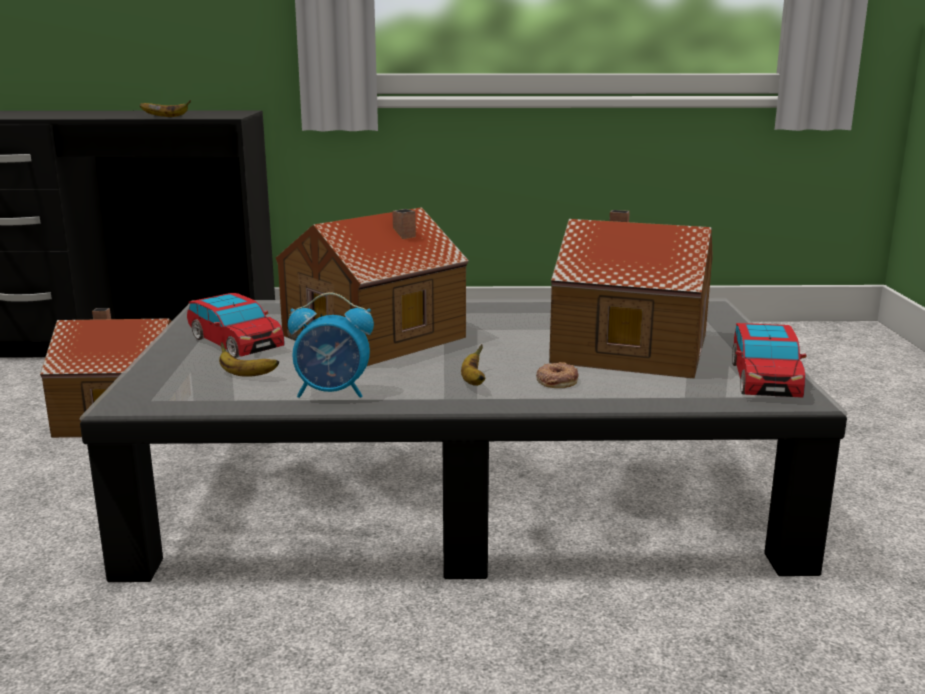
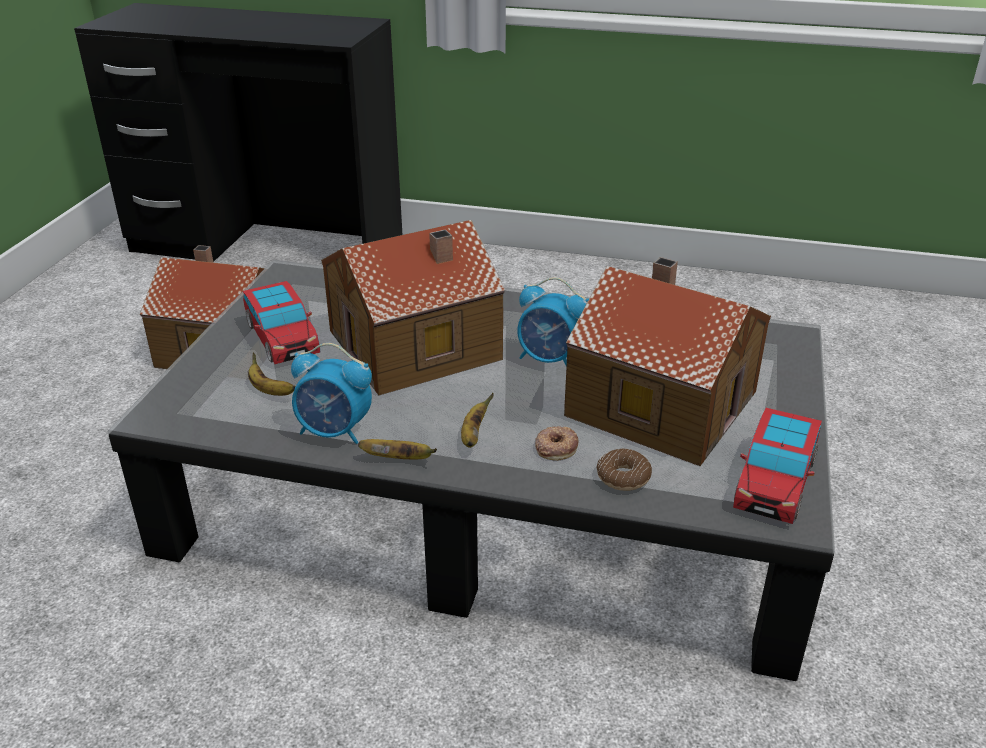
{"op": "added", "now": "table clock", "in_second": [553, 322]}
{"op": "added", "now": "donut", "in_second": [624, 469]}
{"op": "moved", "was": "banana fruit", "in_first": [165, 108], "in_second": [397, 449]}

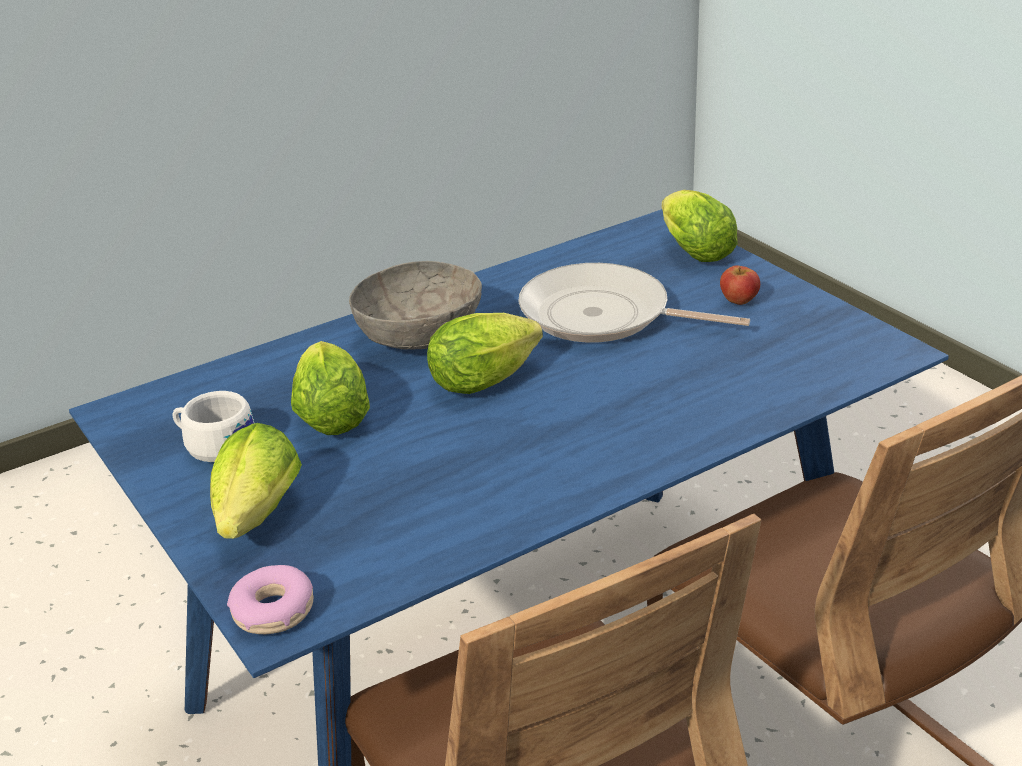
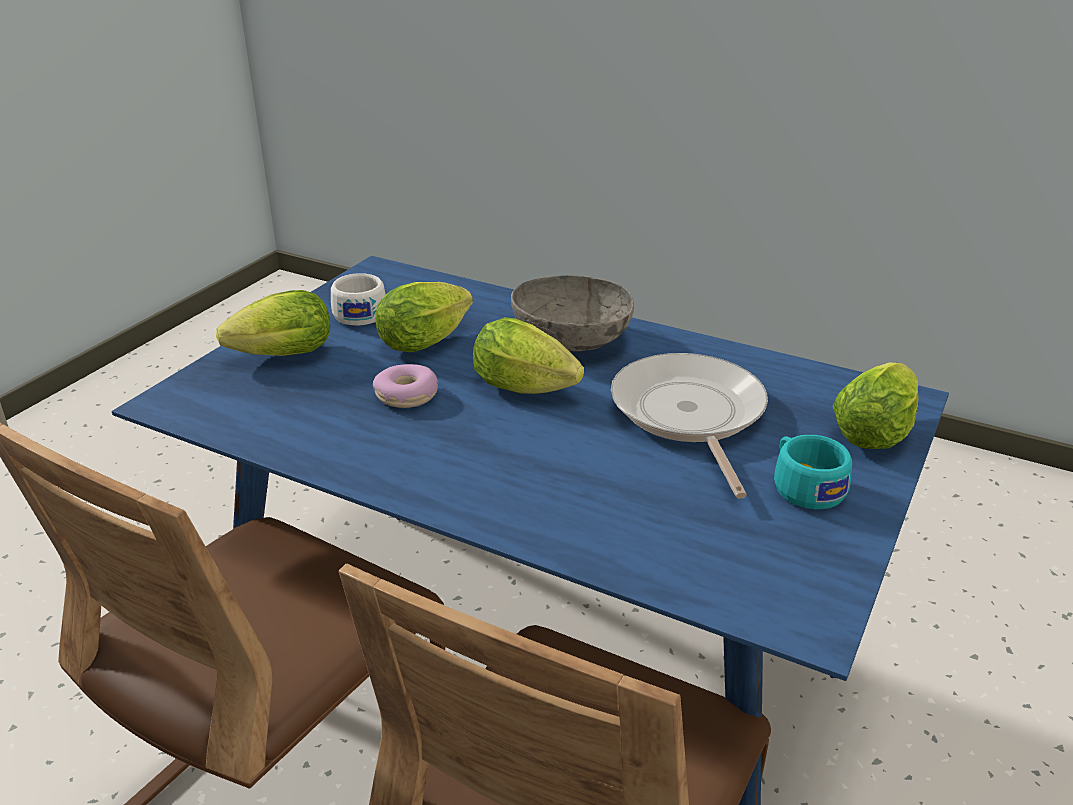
{"op": "moved", "was": "donut", "in_first": [270, 599], "in_second": [405, 386]}
{"op": "replaced", "was": "apple", "now": "blue-green small cup", "in_first": [740, 285], "in_second": [813, 472]}

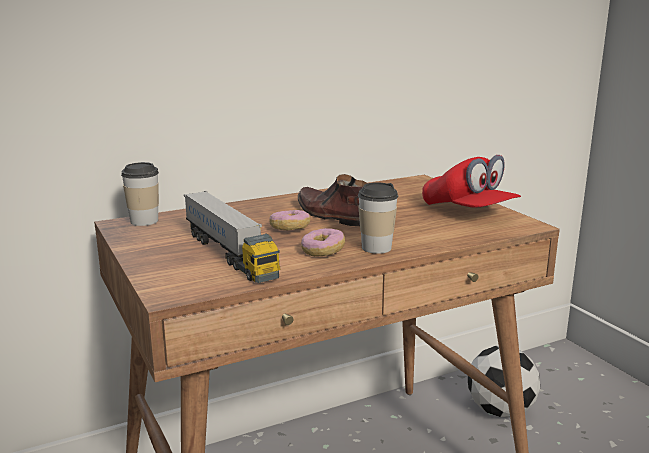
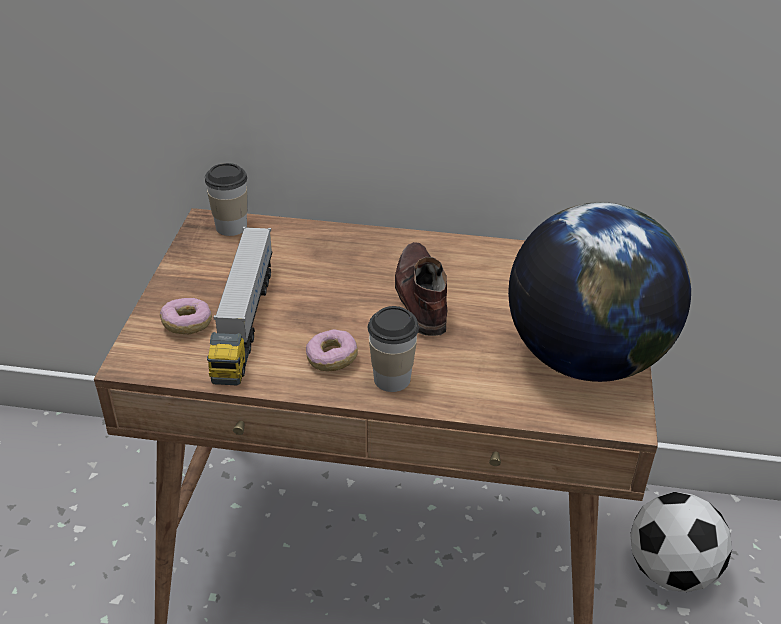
{"op": "moved", "was": "donut", "in_first": [289, 220], "in_second": [186, 316]}
{"op": "replaced", "was": "reddish peaked cap", "now": "desk globe", "in_first": [471, 181], "in_second": [599, 292]}

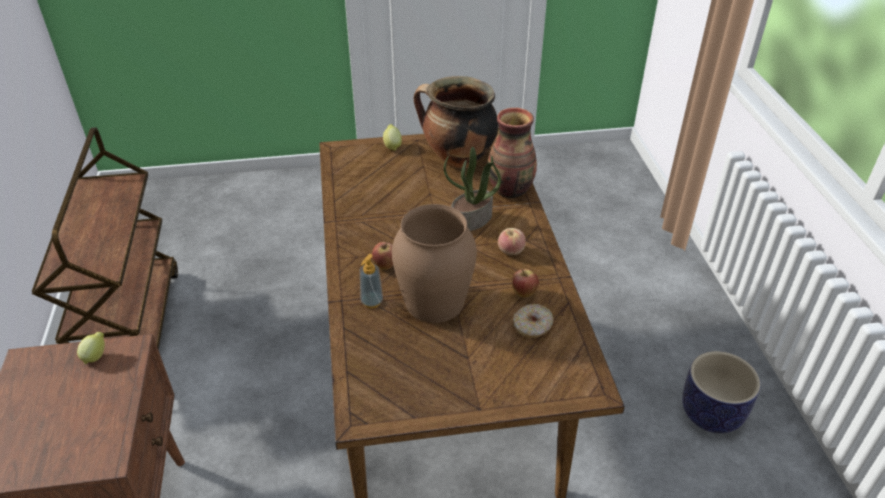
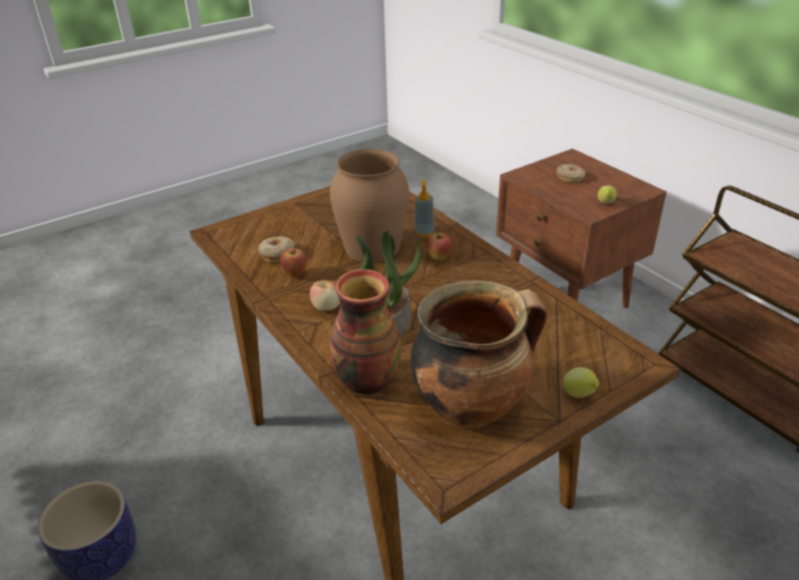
{"op": "added", "now": "donut", "in_second": [571, 173]}

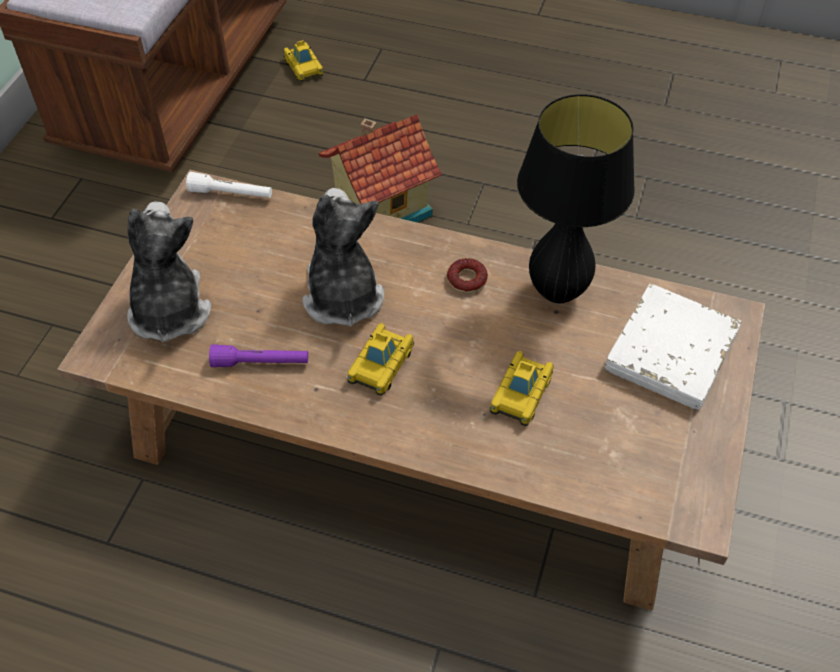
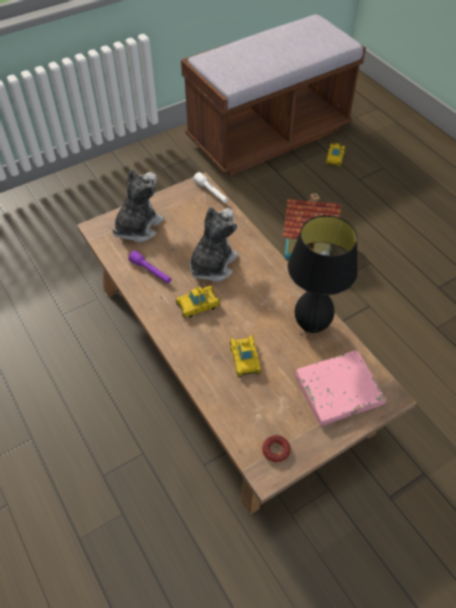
{"op": "moved", "was": "donut", "in_first": [467, 275], "in_second": [276, 449]}
{"op": "recoloured", "was": "white-coloured bound book", "now": "pink bound book", "in_first": [673, 347], "in_second": [340, 388]}
{"op": "turned", "was": "miniature car", "in_first": [521, 388], "in_second": [245, 356], "clockwise": -75}

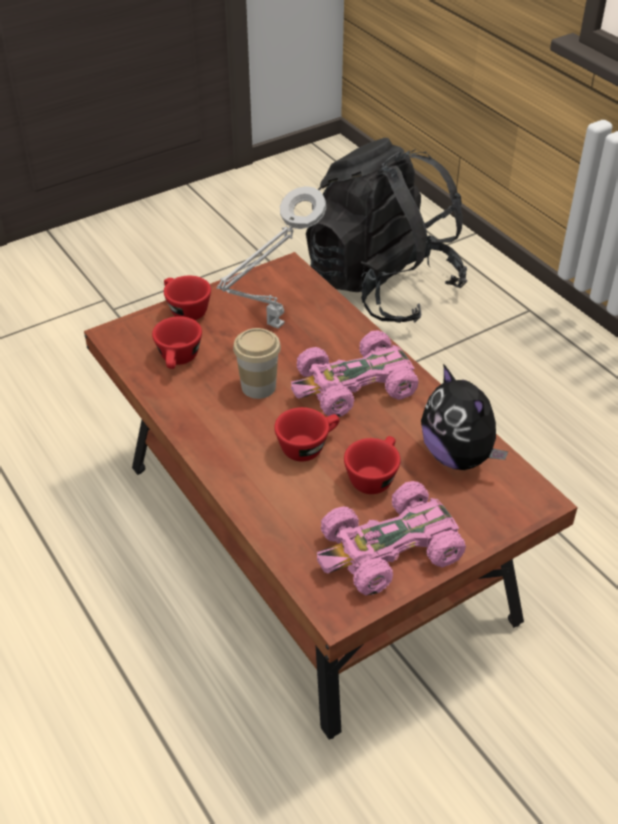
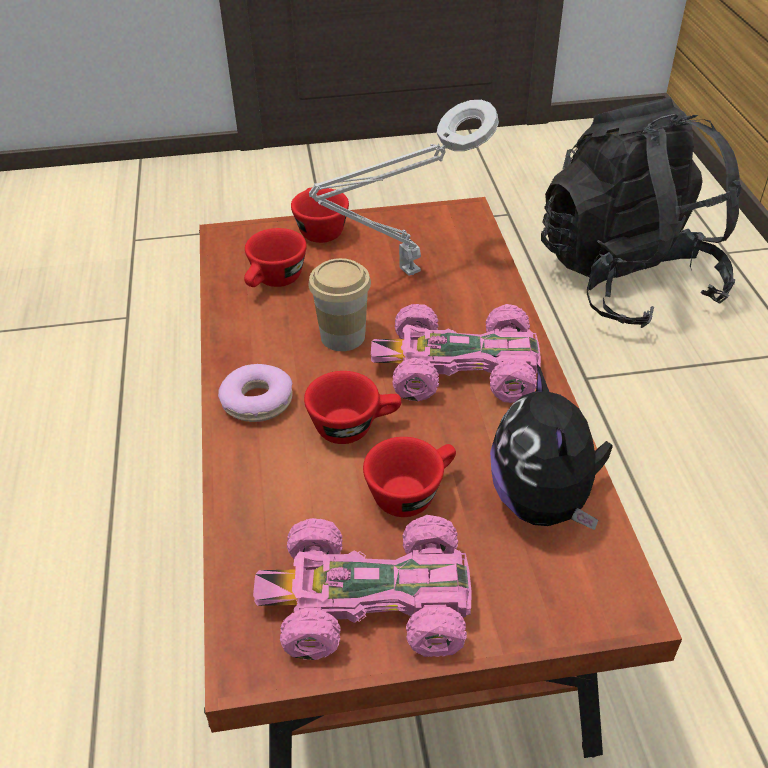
{"op": "added", "now": "donut", "in_second": [255, 393]}

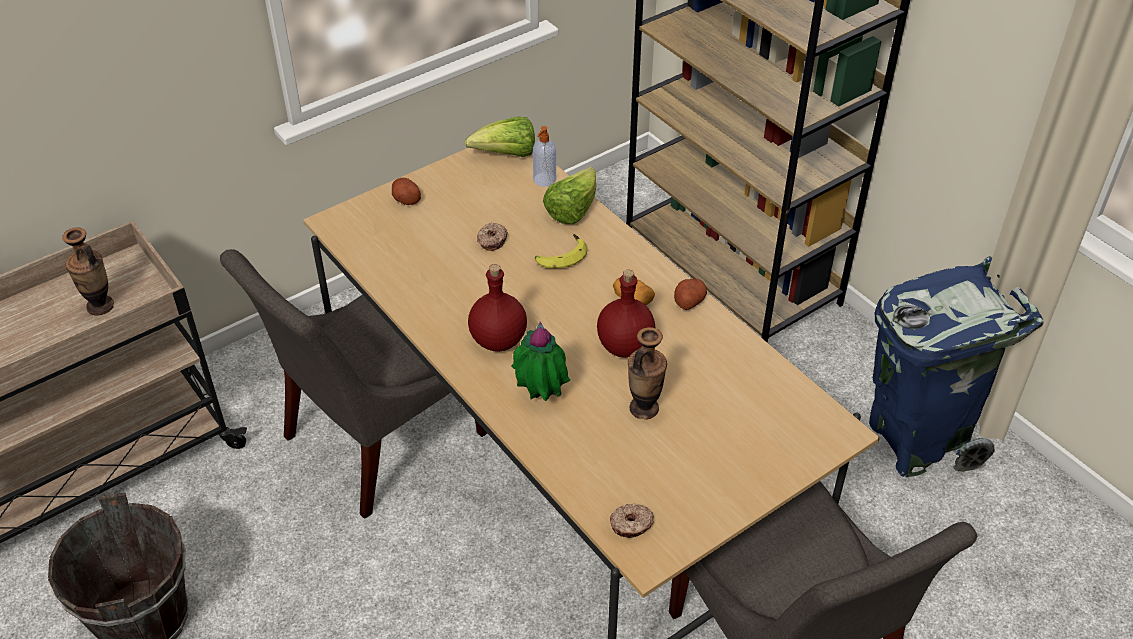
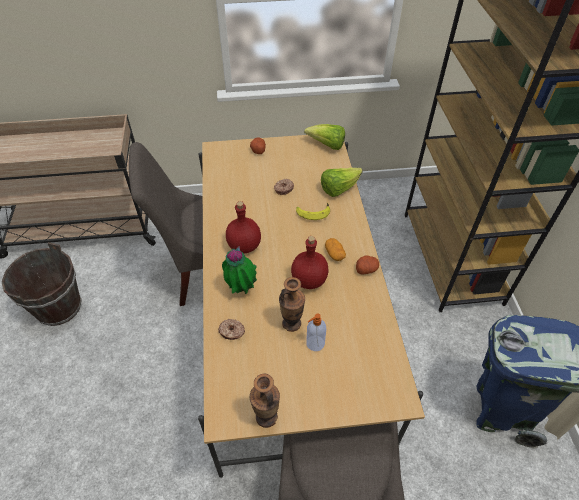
{"op": "moved", "was": "decorative vase", "in_first": [88, 271], "in_second": [265, 400]}
{"op": "moved", "was": "soap dispenser", "in_first": [544, 156], "in_second": [316, 332]}
{"op": "moved", "was": "donut", "in_first": [632, 520], "in_second": [231, 329]}

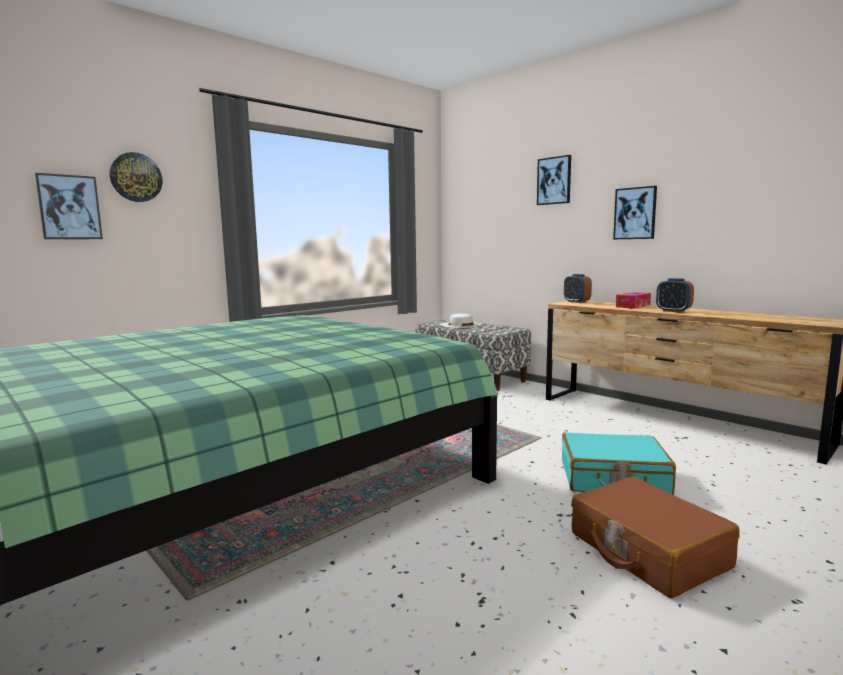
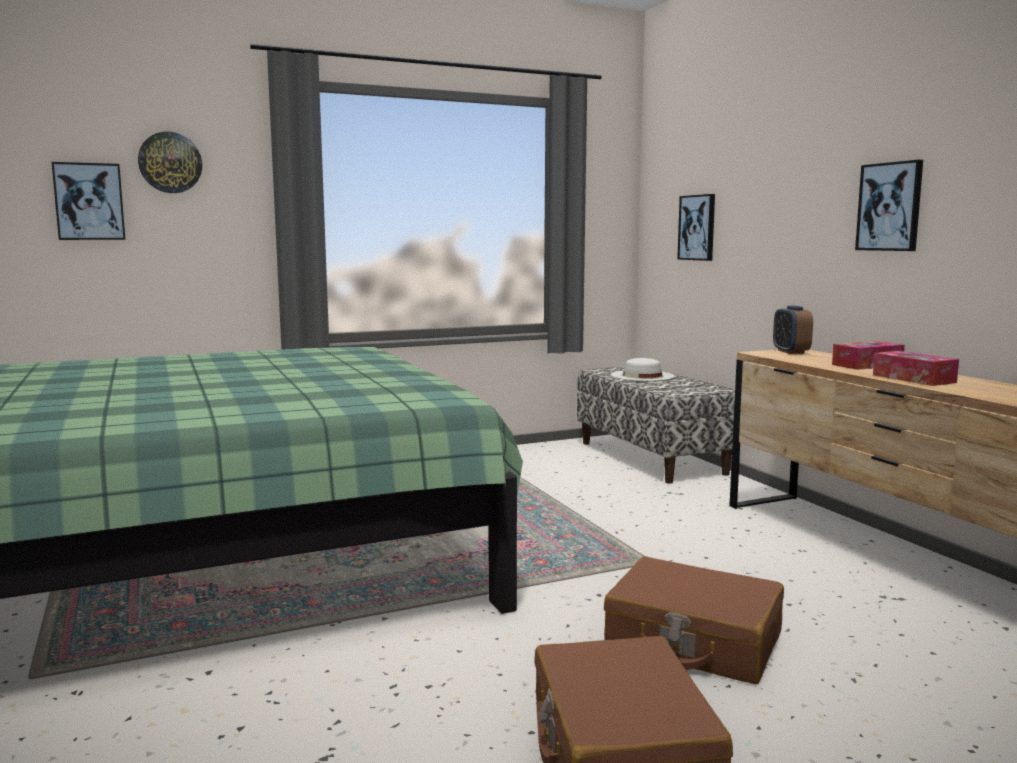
{"op": "moved", "was": "wall art", "in_first": [554, 180], "in_second": [696, 227]}
{"op": "replaced", "was": "table clock", "now": "box of tissues", "in_first": [675, 295], "in_second": [916, 368]}
{"op": "recoloured", "was": "blue-green suitcase", "now": "brown-coloured suitcase", "in_first": [619, 463], "in_second": [694, 620]}

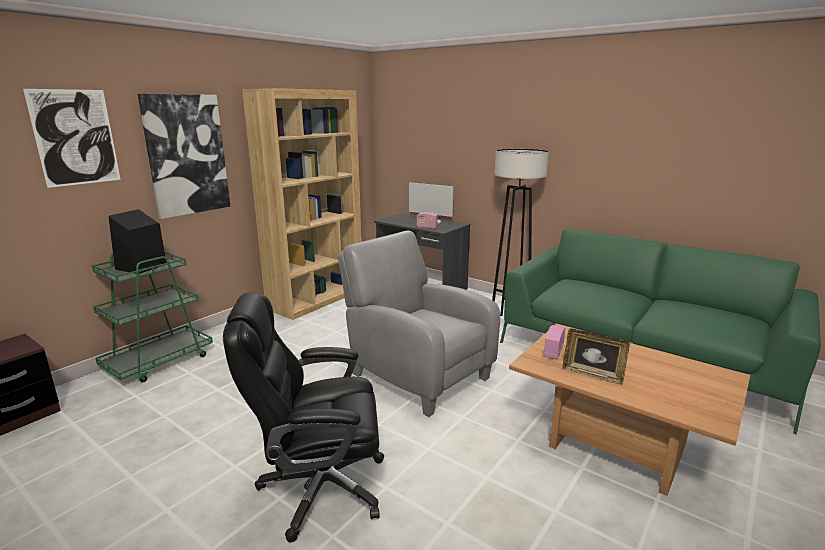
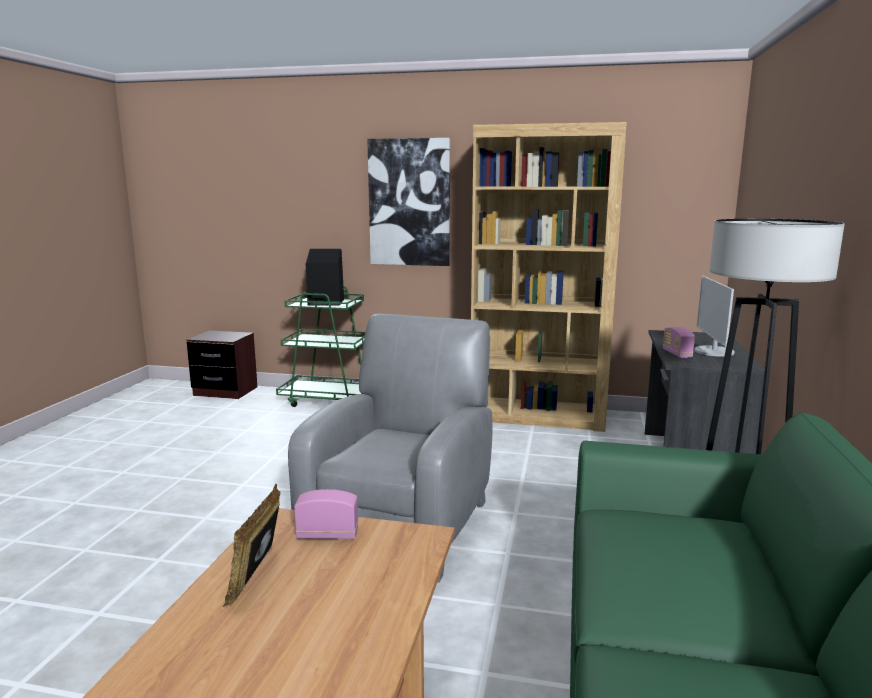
{"op": "removed", "was": "wall art", "in_first": [72, 138]}
{"op": "removed", "was": "blackish desk chair", "in_first": [303, 417]}

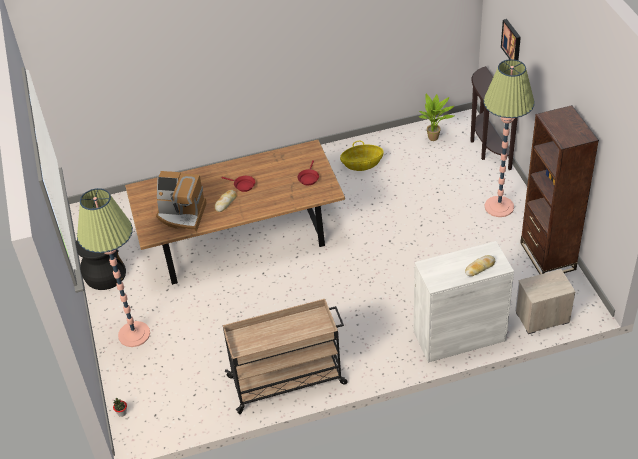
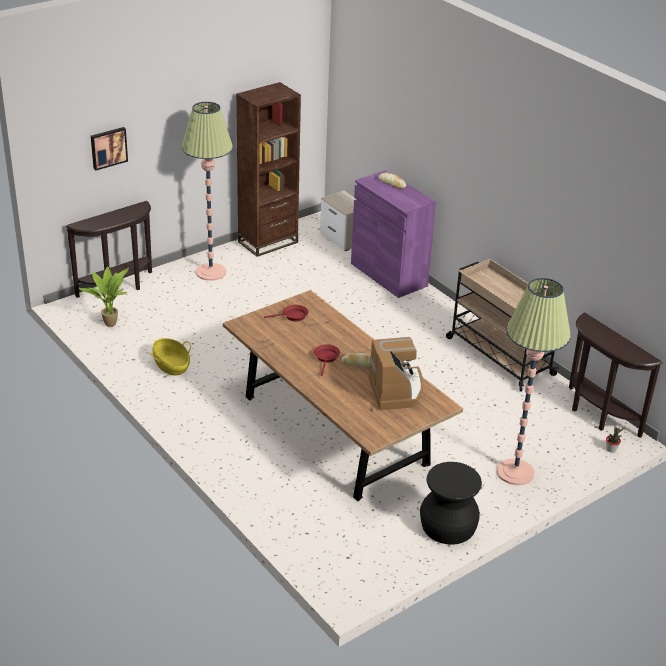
{"op": "added", "now": "brown-coloured hall table", "in_second": [616, 375]}
{"op": "recoloured", "was": "white-coloured storage cabinet", "now": "purple-coloured storage cabinet", "in_first": [464, 302], "in_second": [393, 234]}

